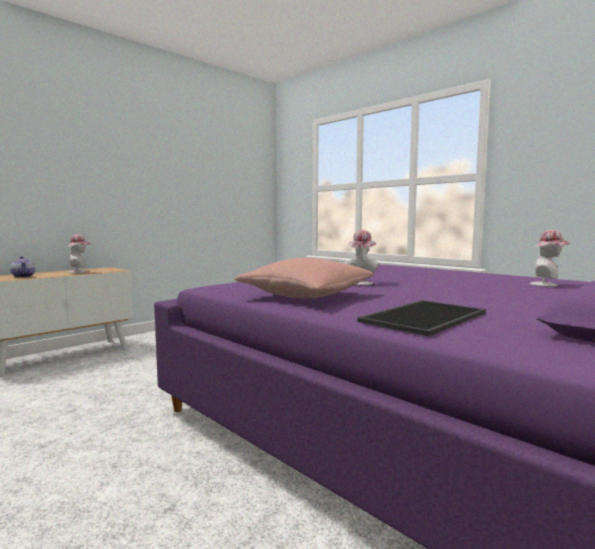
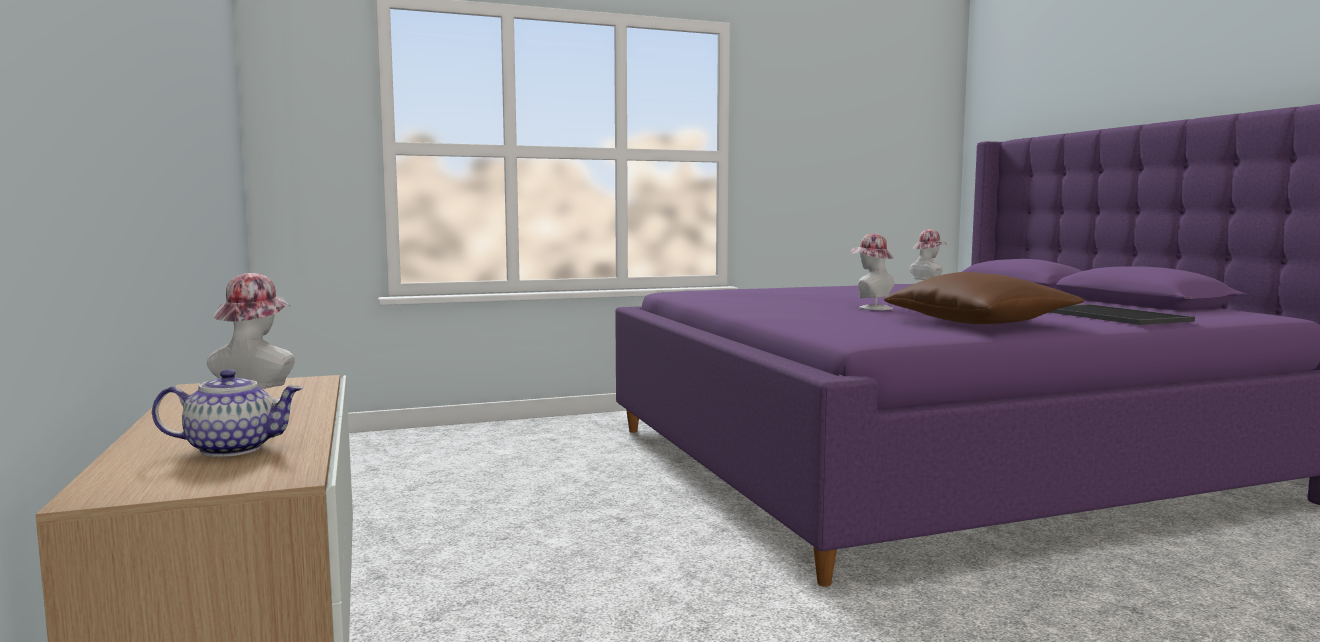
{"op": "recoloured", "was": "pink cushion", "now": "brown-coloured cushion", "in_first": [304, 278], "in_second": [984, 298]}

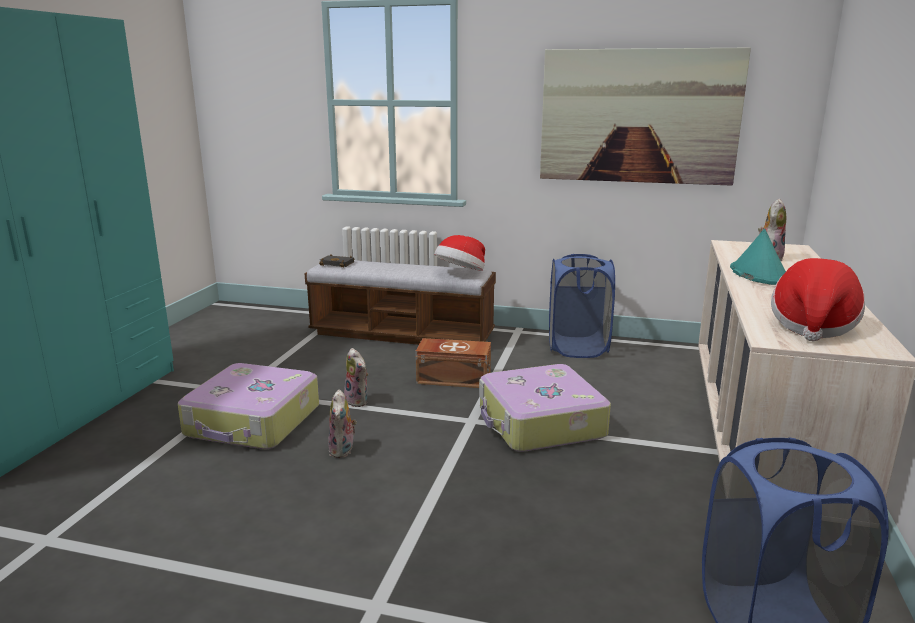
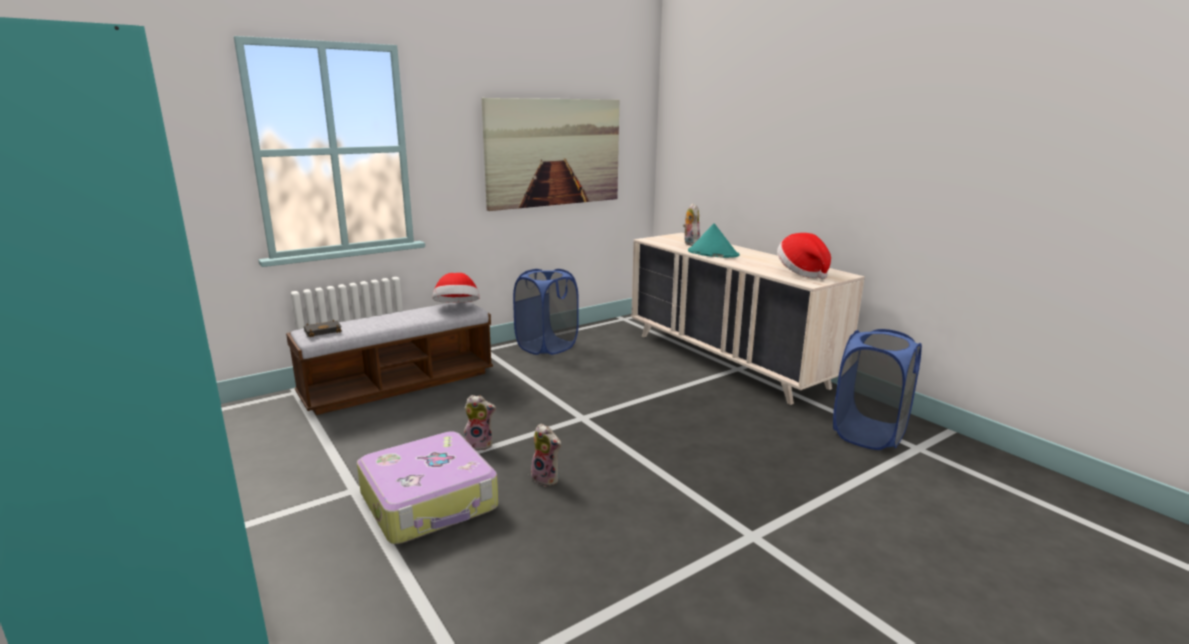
{"op": "removed", "was": "brown-coloured storage bin", "in_first": [453, 363]}
{"op": "removed", "was": "suitcase", "in_first": [545, 408]}

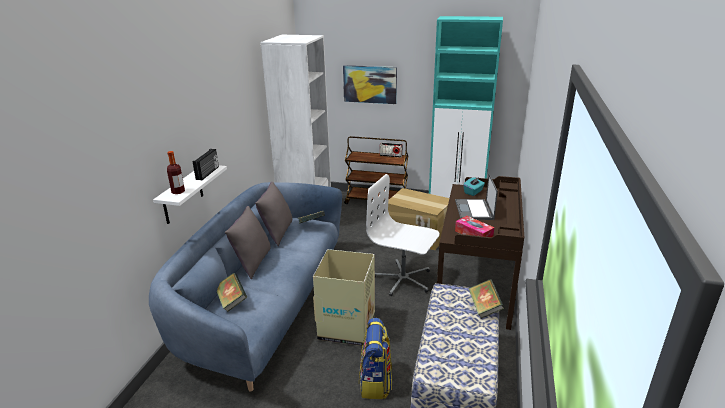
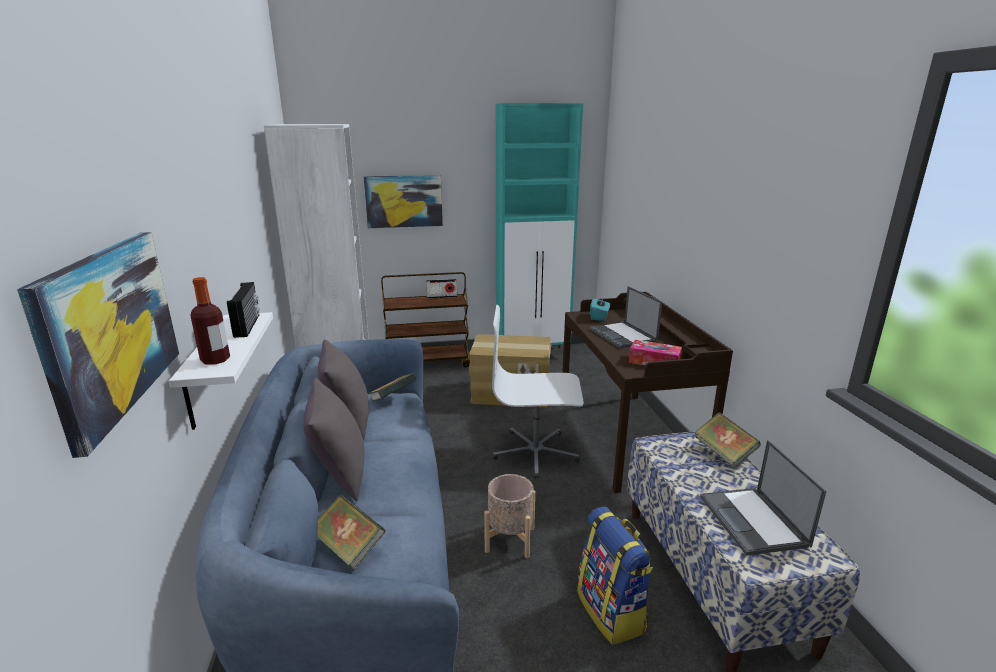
{"op": "added", "now": "wall art", "in_second": [98, 345]}
{"op": "added", "now": "notebook computer", "in_second": [763, 498]}
{"op": "replaced", "was": "packing box", "now": "sand-coloured flower pot", "in_first": [344, 297], "in_second": [509, 516]}

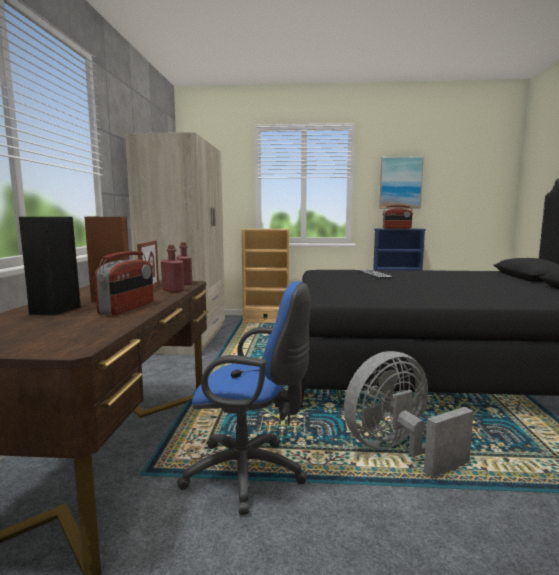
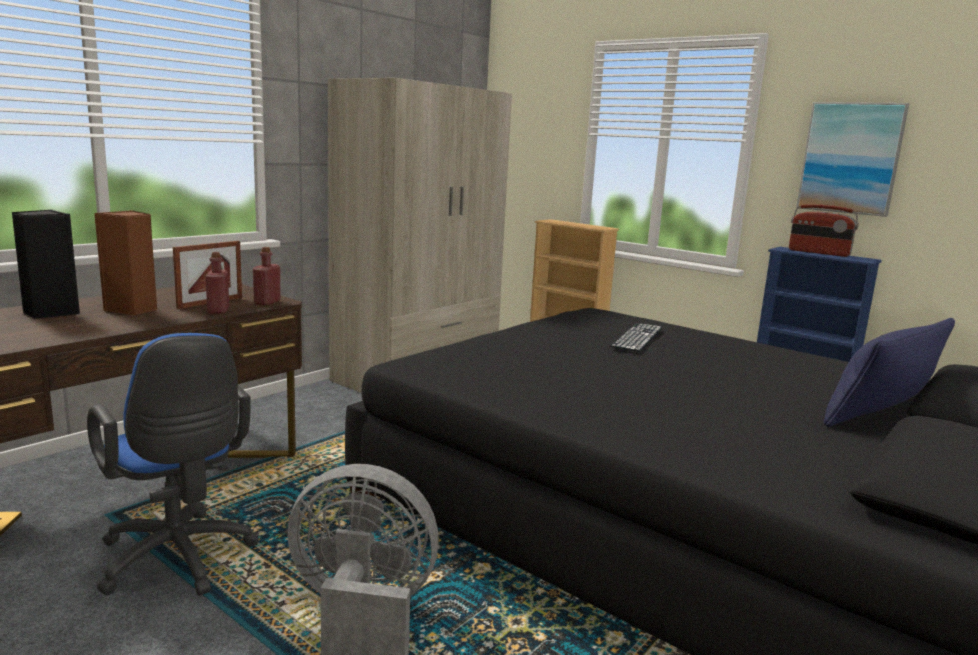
{"op": "removed", "was": "radio", "in_first": [124, 283]}
{"op": "added", "now": "blue-coloured cushion", "in_second": [889, 372]}

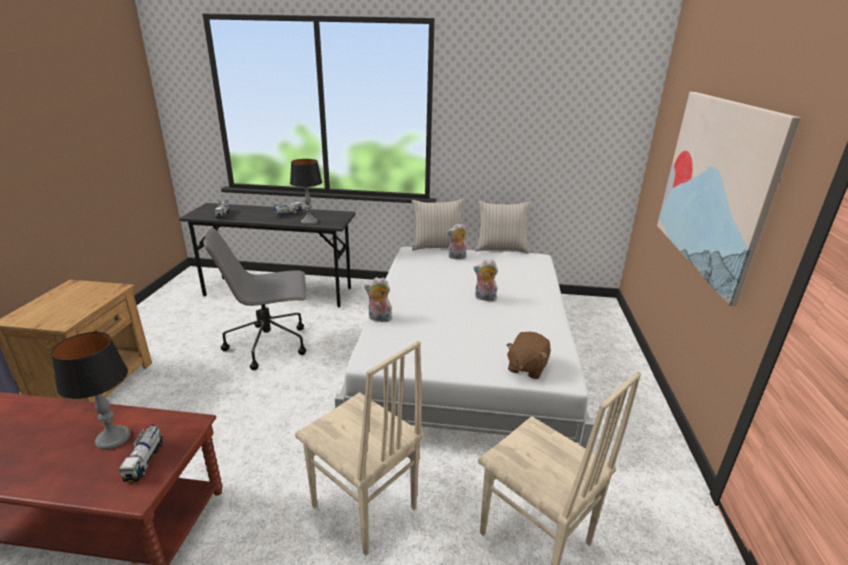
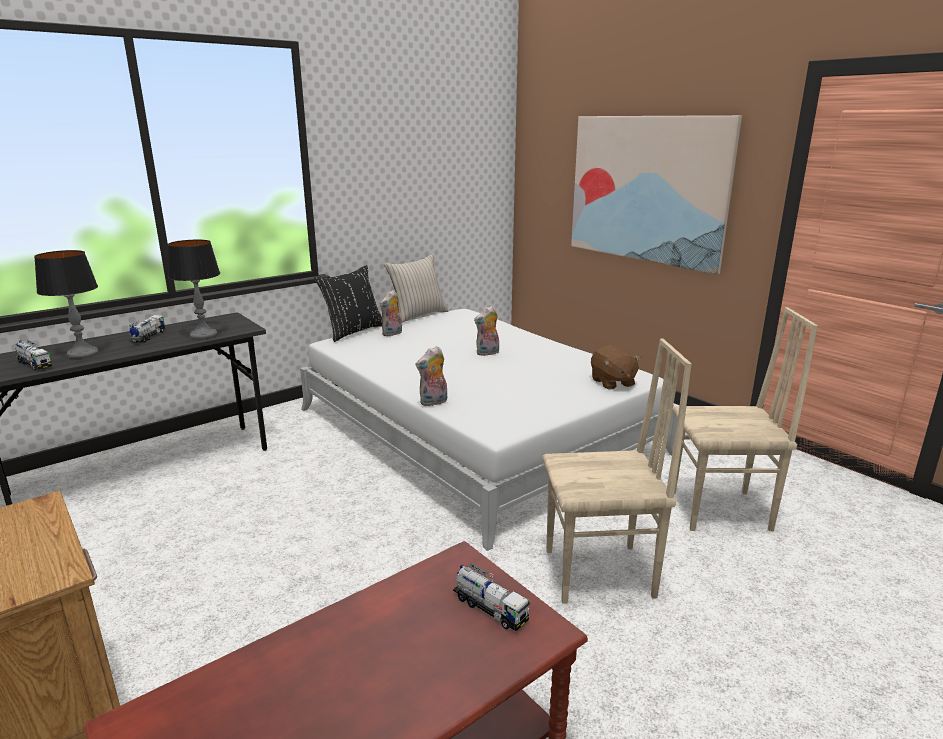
{"op": "removed", "was": "grey desk chair", "in_first": [255, 299]}
{"op": "moved", "was": "tabletop lamp", "in_first": [91, 391], "in_second": [66, 304]}
{"op": "recoloured", "was": "sand-coloured cushion", "now": "blackish cushion", "in_first": [438, 225], "in_second": [348, 303]}

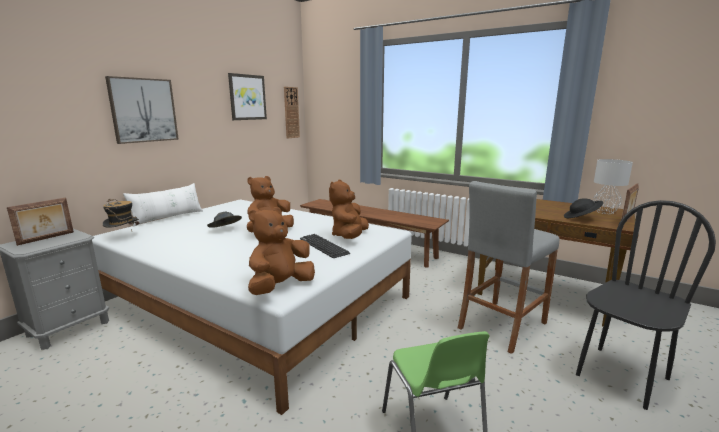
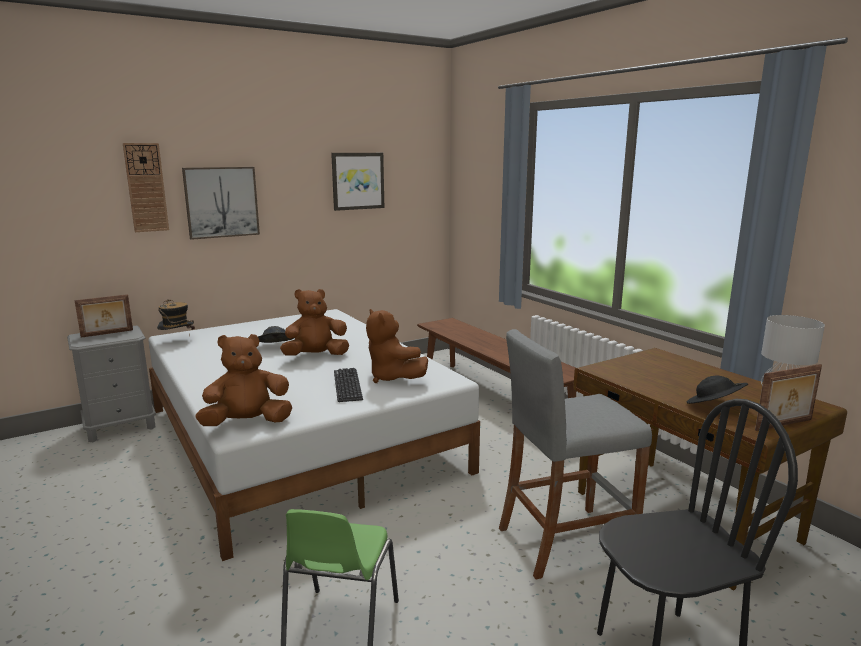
{"op": "removed", "was": "white-coloured cushion", "in_first": [163, 205]}
{"op": "moved", "was": "wall clock", "in_first": [292, 113], "in_second": [146, 187]}
{"op": "turned", "was": "brown-coloured soft toy", "in_first": [349, 209], "in_second": [397, 346], "clockwise": -75}

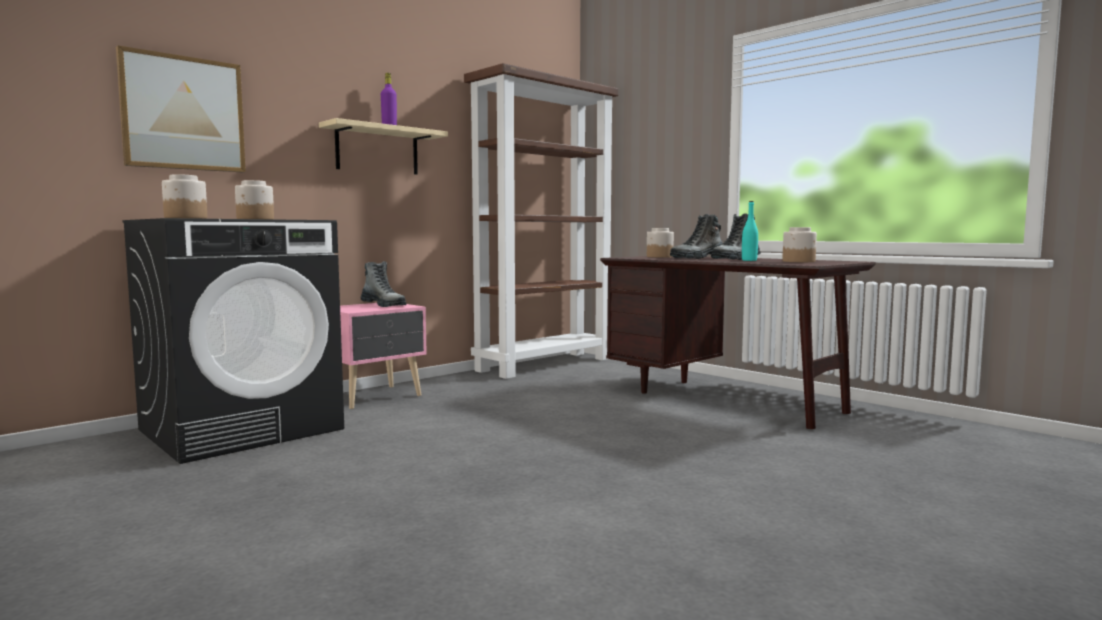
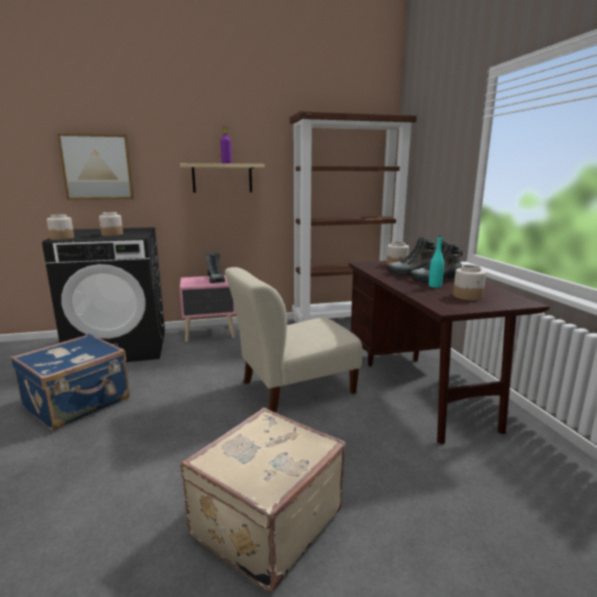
{"op": "added", "now": "blue-coloured suitcase", "in_second": [70, 381]}
{"op": "added", "now": "sand-coloured suitcase", "in_second": [263, 500]}
{"op": "added", "now": "sand-coloured plain chair", "in_second": [293, 340]}

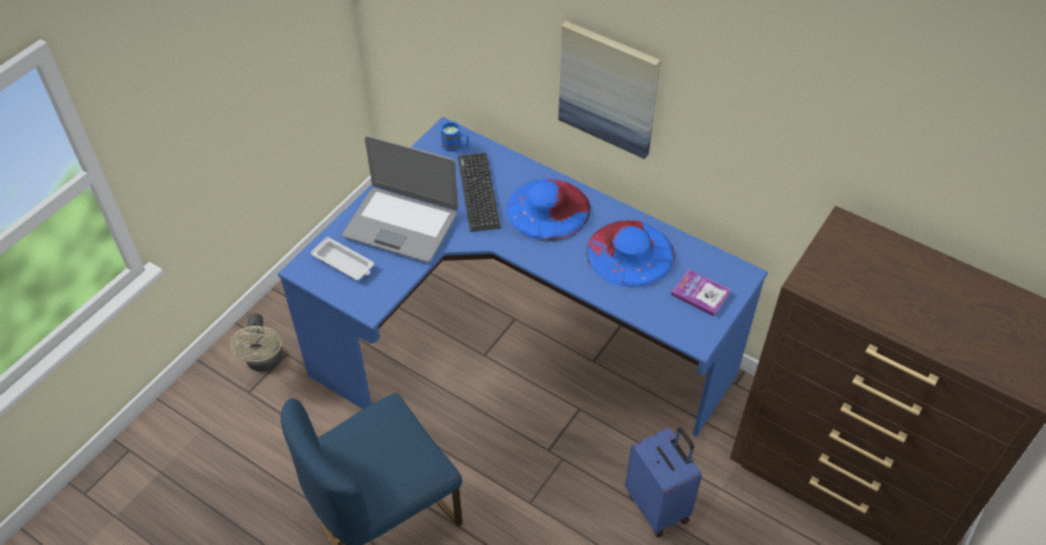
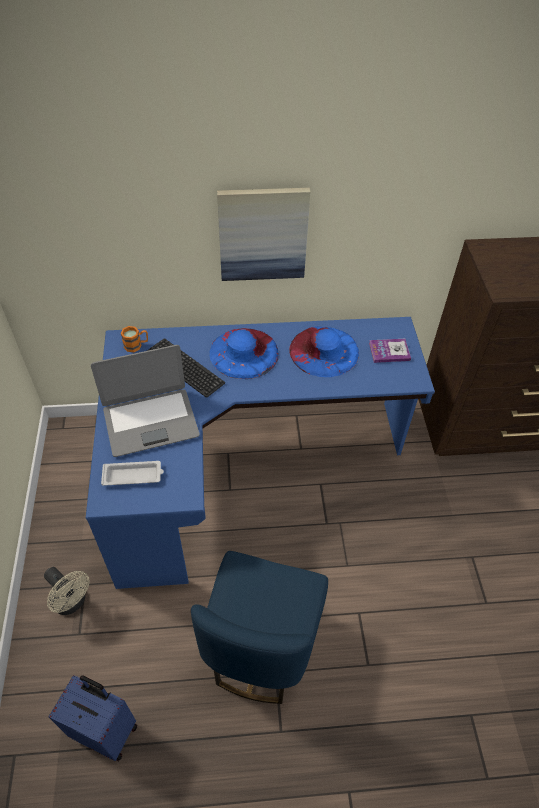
{"op": "moved", "was": "blue-coloured suitcase", "in_first": [663, 482], "in_second": [92, 718]}
{"op": "recoloured", "was": "blue-coloured tea mug", "now": "orangey tea mug", "in_first": [455, 137], "in_second": [134, 339]}

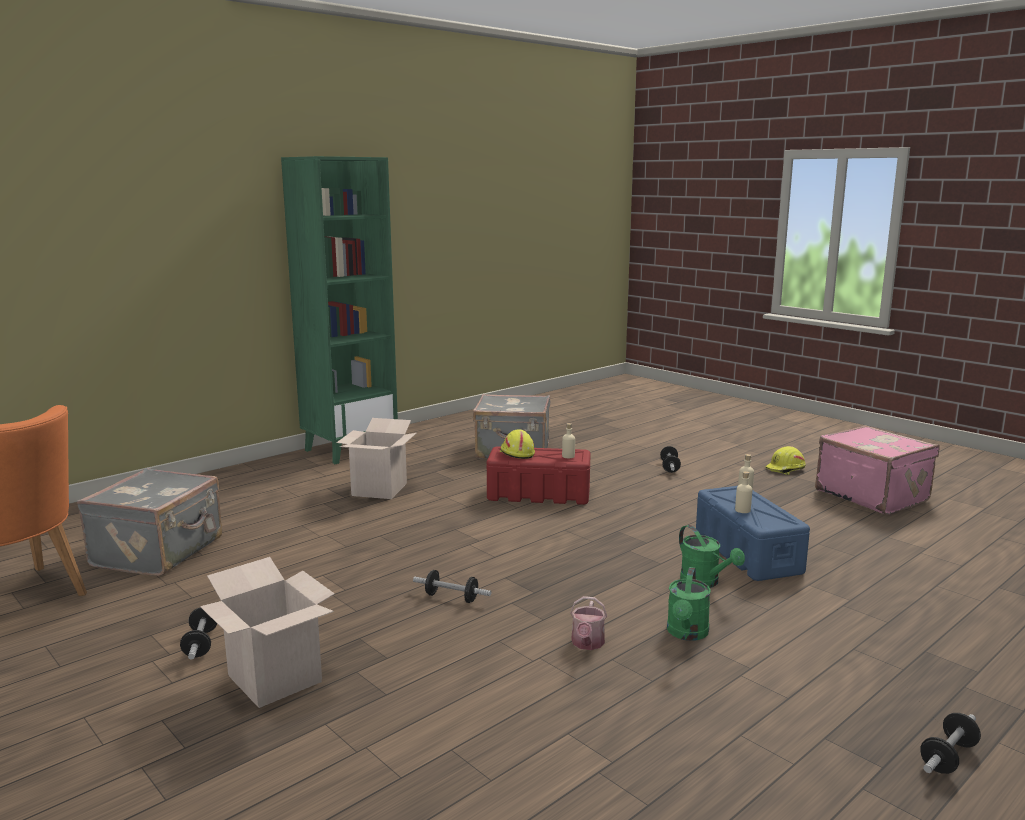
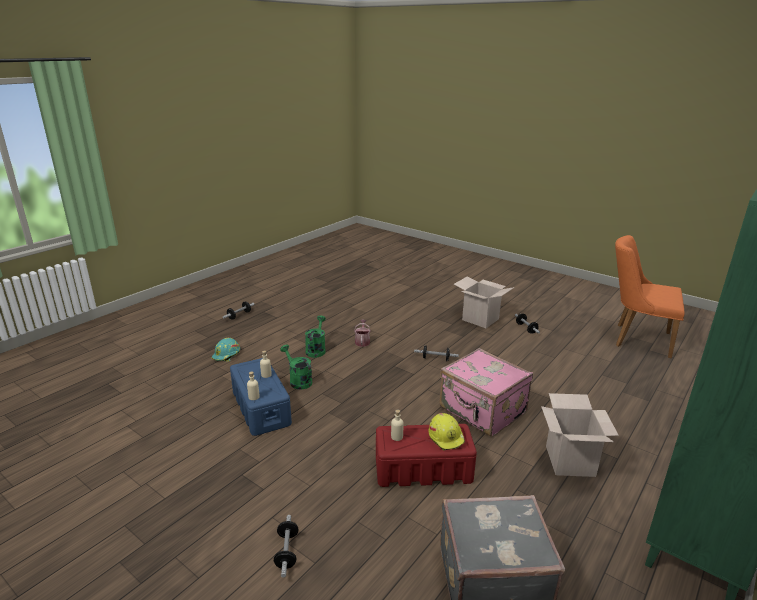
{"op": "removed", "was": "grey suitcase", "in_first": [149, 522]}
{"op": "removed", "was": "yellowish hard hat", "in_first": [785, 460]}
{"op": "added", "now": "blue-green hard hat", "in_second": [226, 350]}
{"op": "moved", "was": "pink suitcase", "in_first": [877, 470], "in_second": [486, 392]}

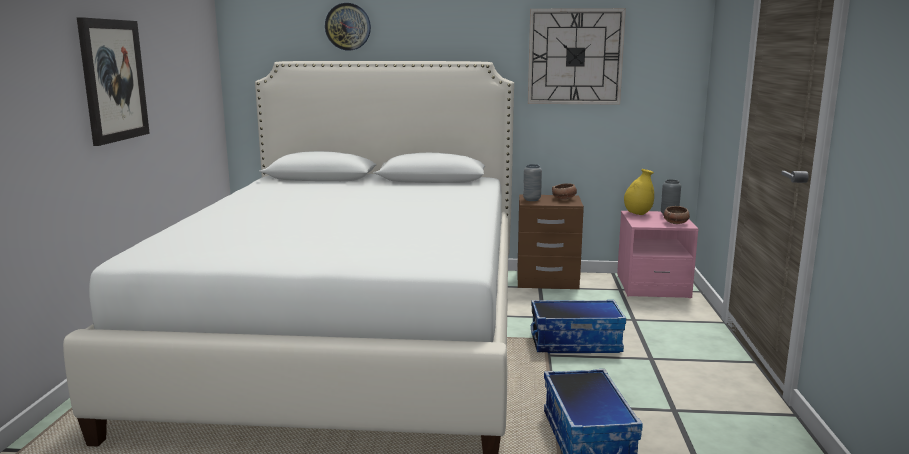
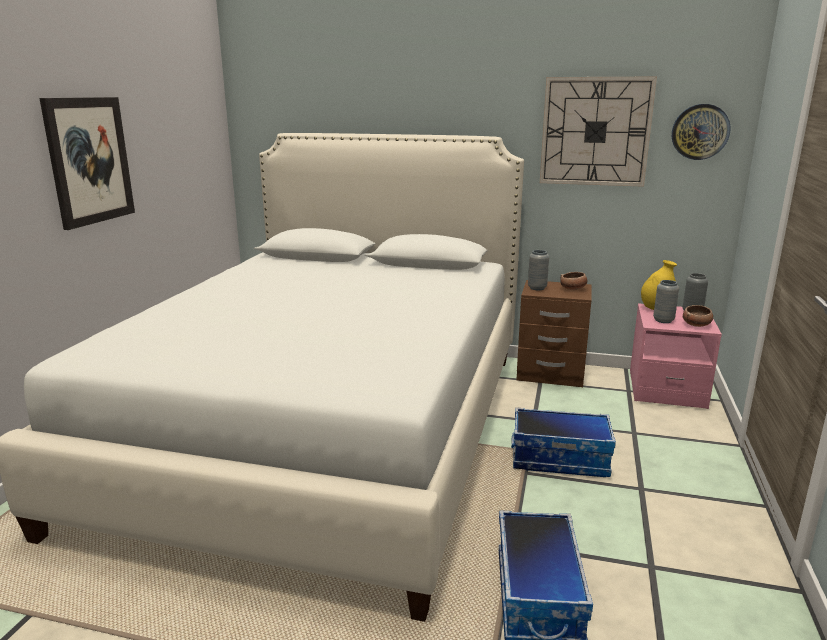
{"op": "added", "now": "grey decorative vase", "in_second": [666, 301]}
{"op": "moved", "was": "wall clock", "in_first": [348, 26], "in_second": [701, 132]}

